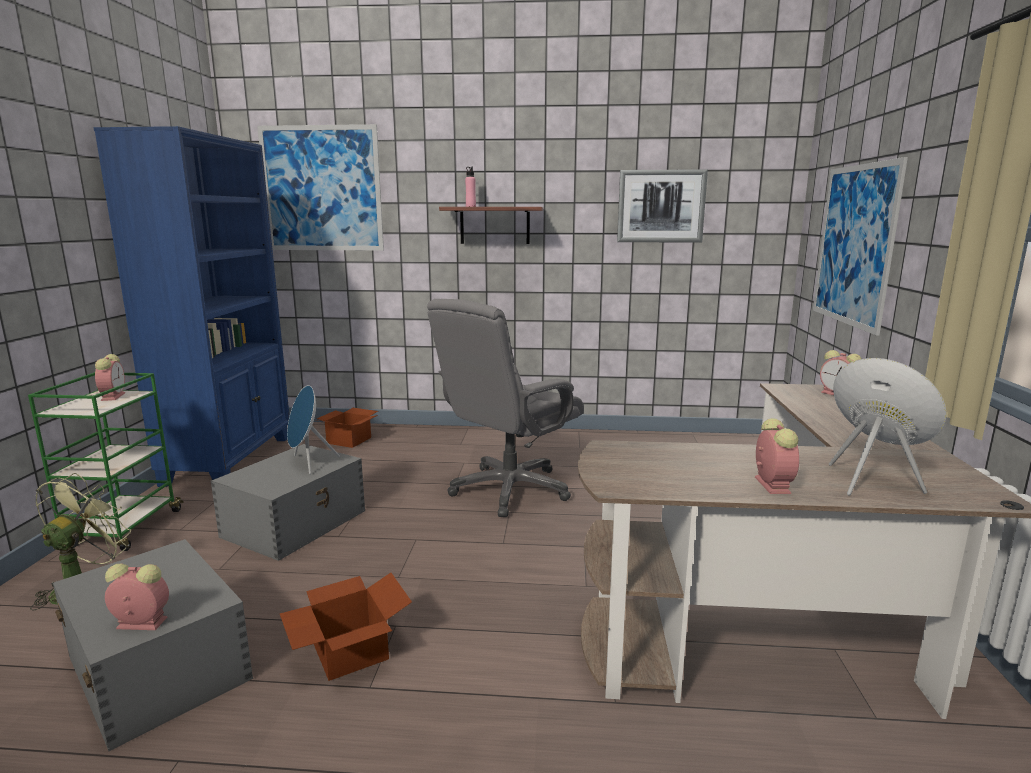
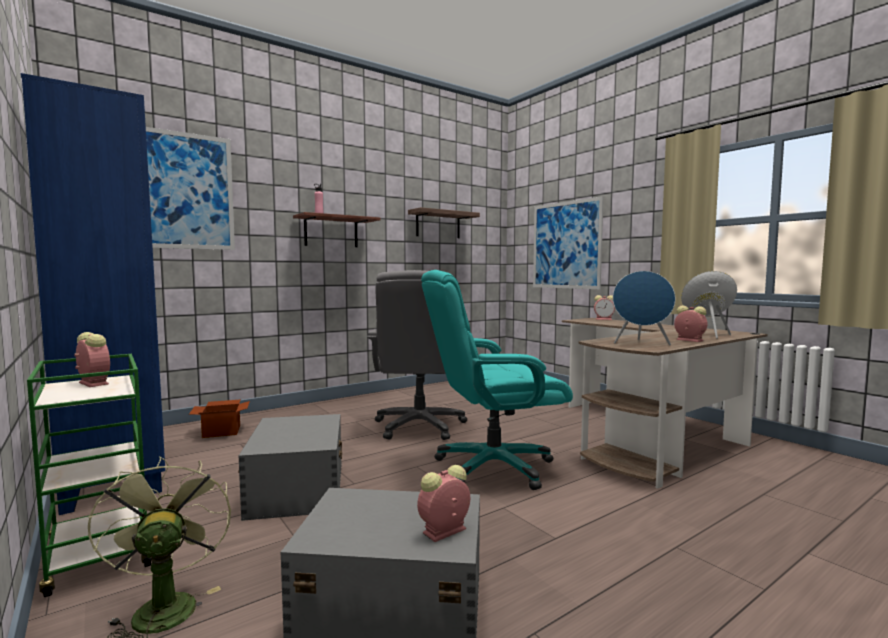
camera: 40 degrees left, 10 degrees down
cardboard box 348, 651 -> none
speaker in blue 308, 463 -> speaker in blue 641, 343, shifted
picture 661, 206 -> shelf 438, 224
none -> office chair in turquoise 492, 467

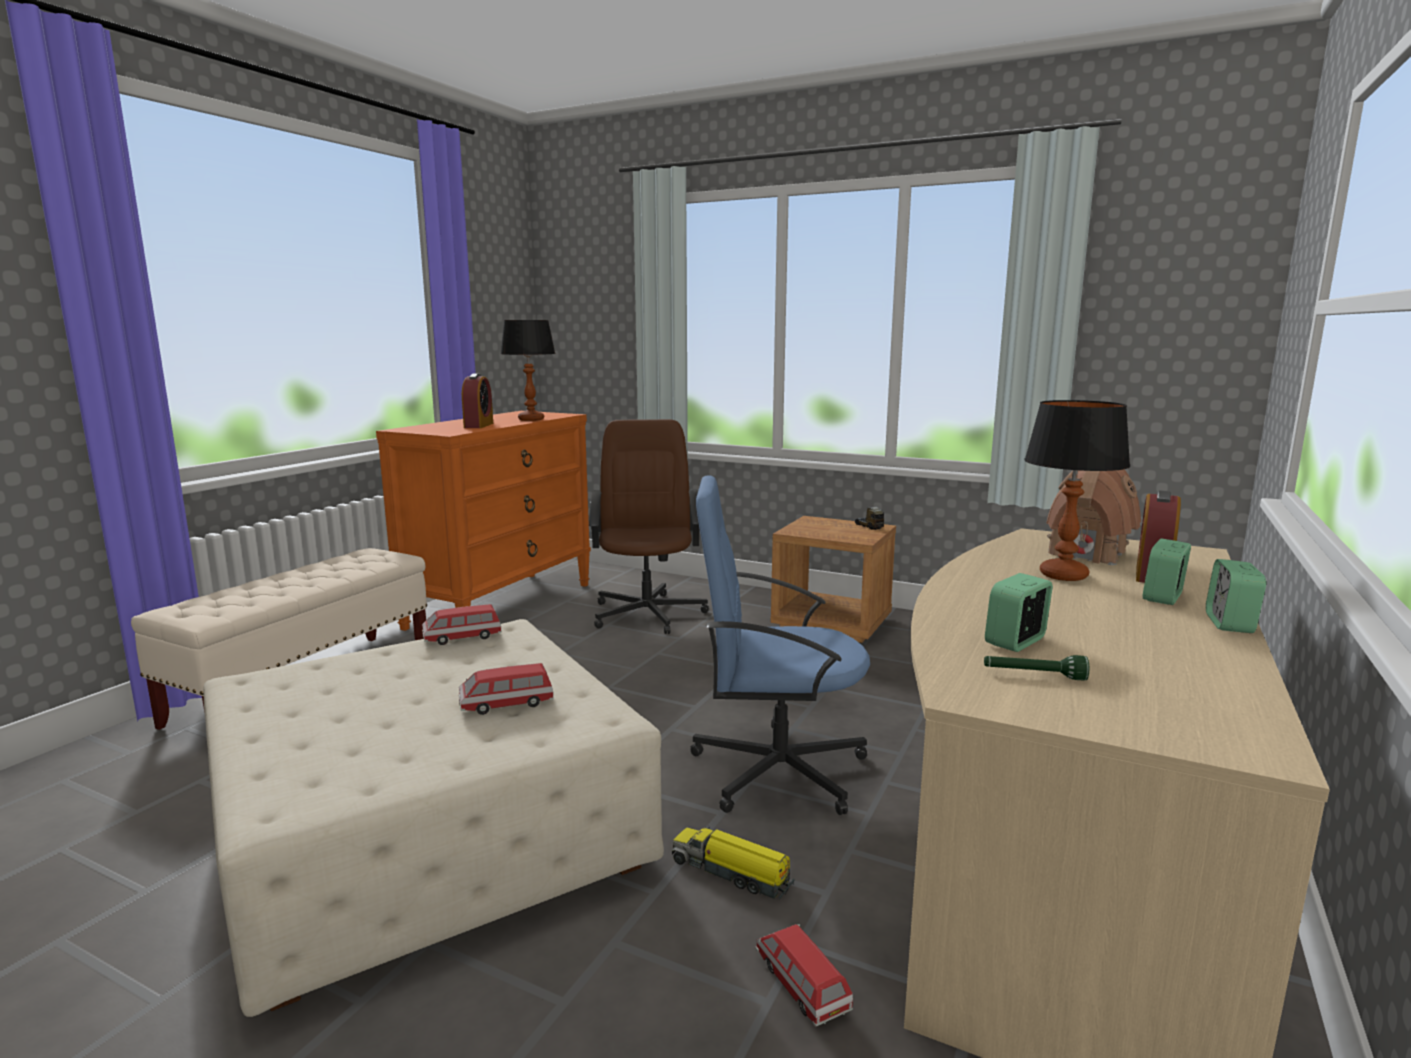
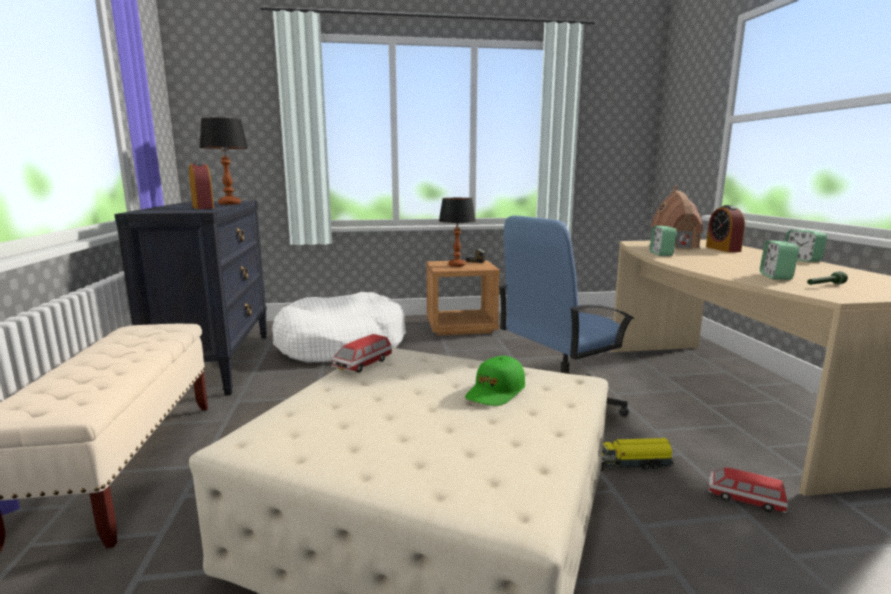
camera: 35 degrees left, 0 degrees up
dresser in orange 501, 605 -> dresser in black 216, 363
toy car 506, 704 -> cap in green 495, 392
office chair in brown 648, 613 -> dog bed in white 341, 344
table lamp 1063, 575 -> table lamp 456, 265, shifted
alarm clock 1163, 597 -> alarm clock 661, 254, shifted

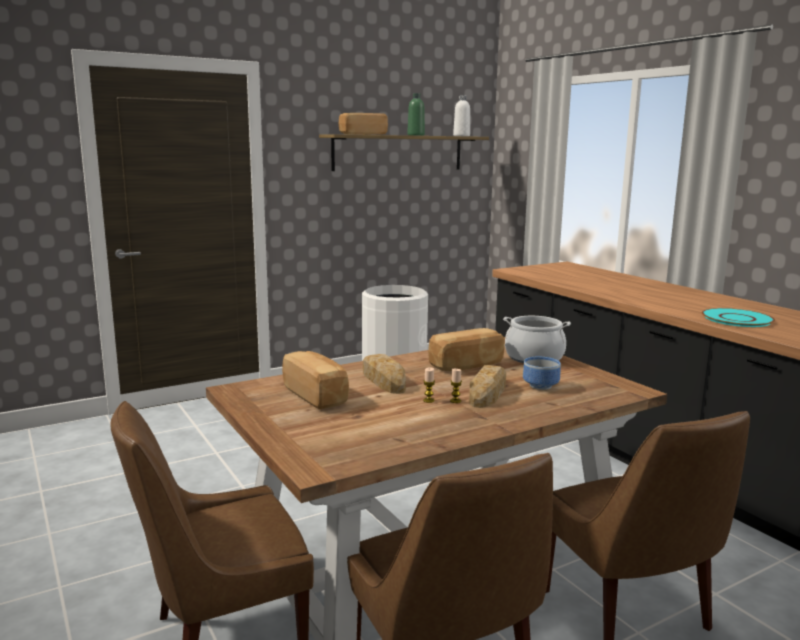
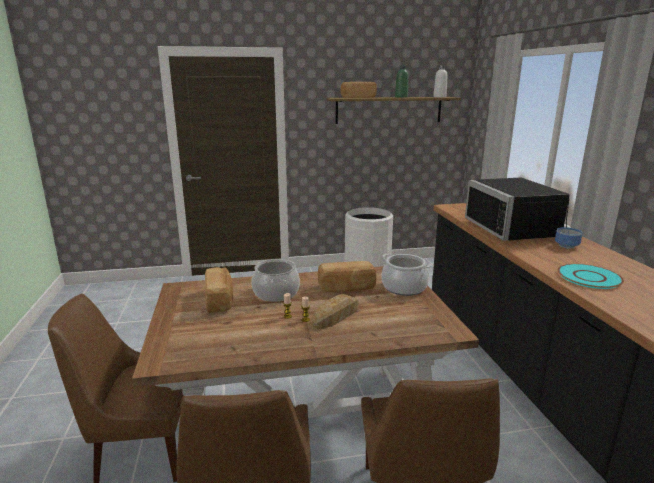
camera: 20 degrees right, 5 degrees up
bread 383, 380 -> cooking pot 275, 293
bowl 540, 385 -> bowl 566, 245, shifted
none -> microwave in black 516, 229

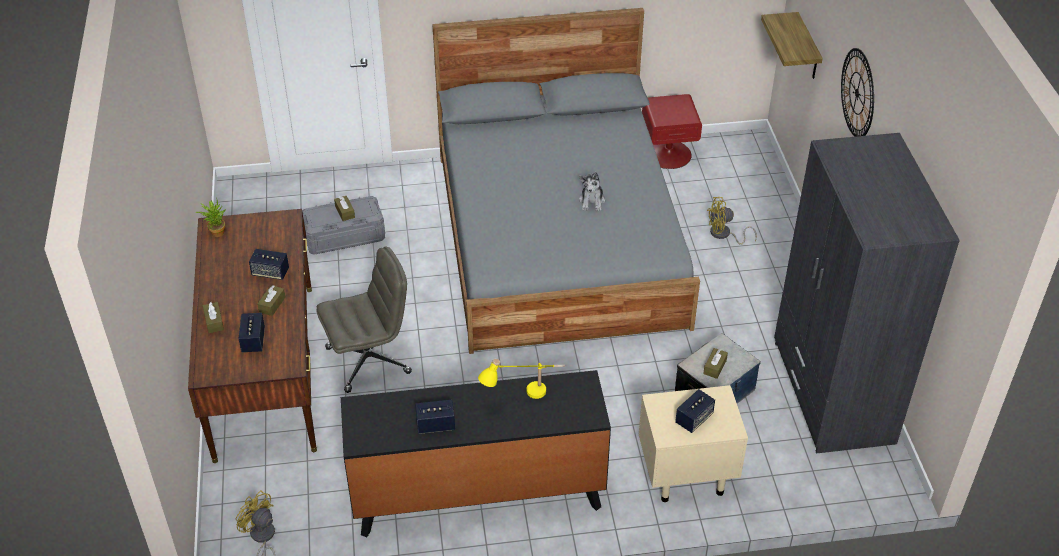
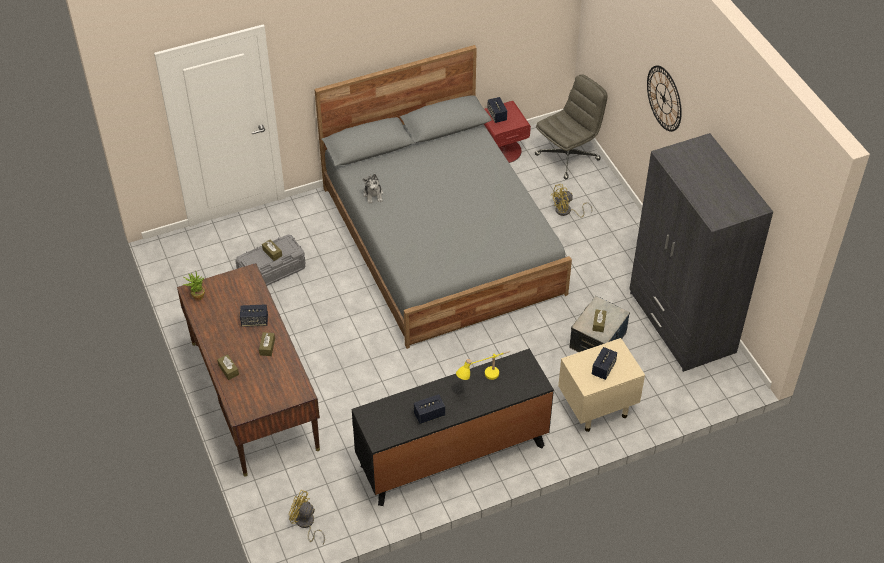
camera: 15 degrees left, 5 degrees up
speaker 253, 341 -> speaker 497, 115, shifted
office chair in grey 369, 360 -> office chair in grey 568, 156, shifted
plush toy 592, 201 -> plush toy 373, 195, shifted
shelf 807, 48 -> none

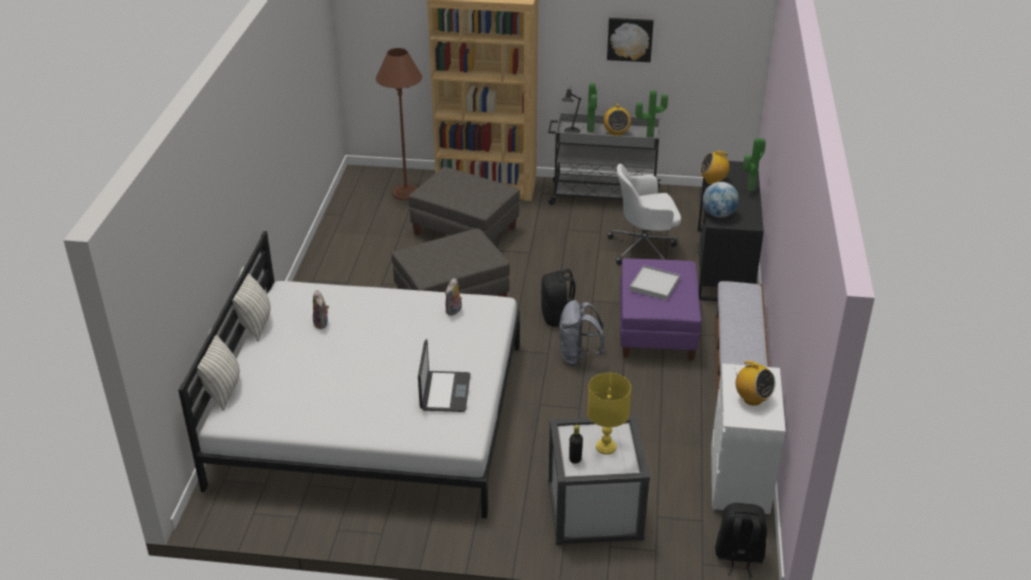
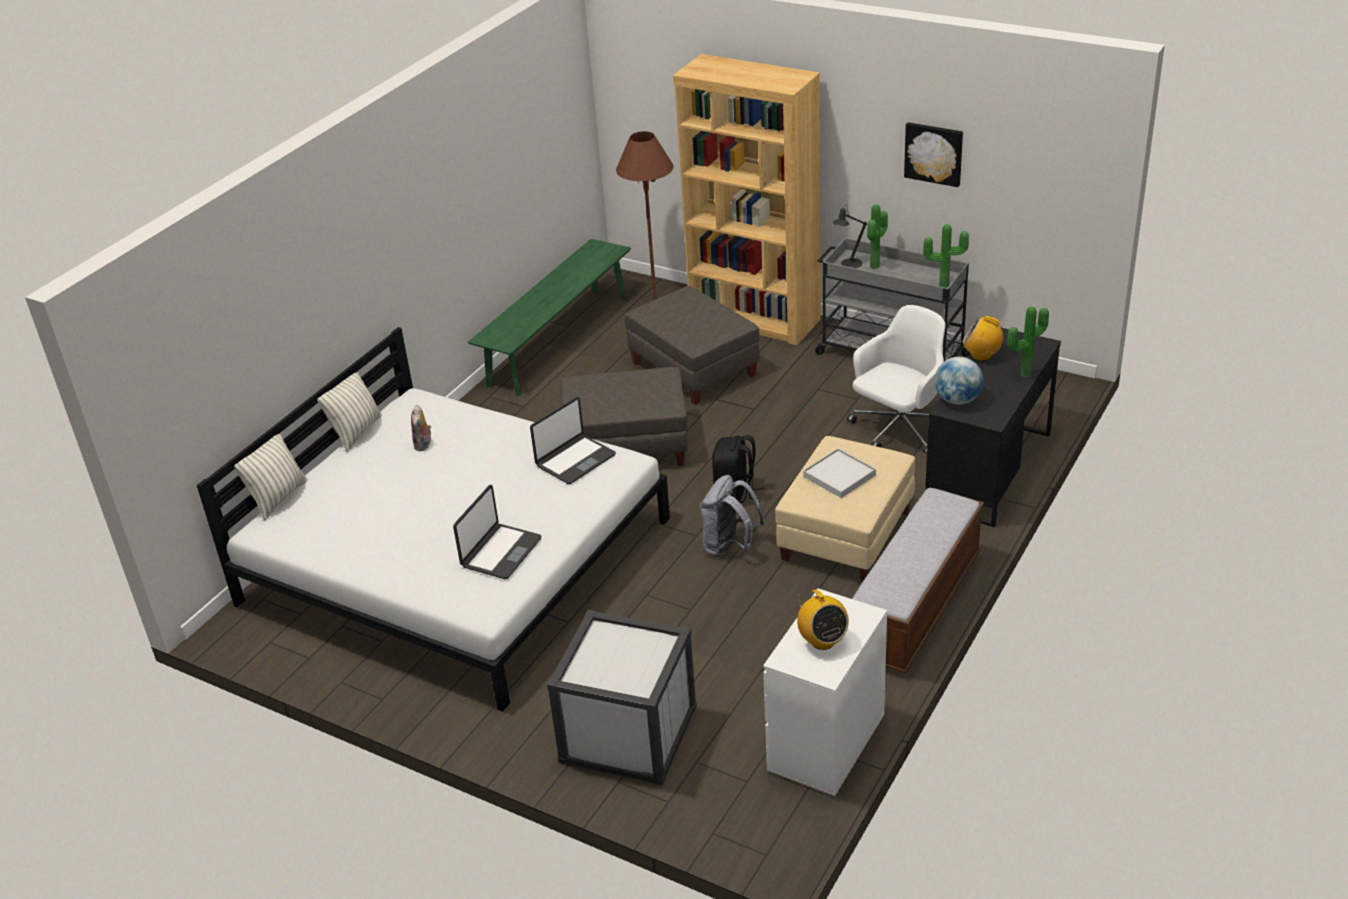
camera: 25 degrees right, 0 degrees up
plush toy 454, 311 -> laptop 575, 460
bottle in black 575, 459 -> none
table lamp in yellow 605, 447 -> none
radio 616, 133 -> none
office chair in white 644, 249 -> office chair in white 899, 430, 120 degrees clockwise
ottoman in purple 656, 330 -> ottoman in beige 846, 536
backpack in black 738, 556 -> none
none -> bench in green 558, 340

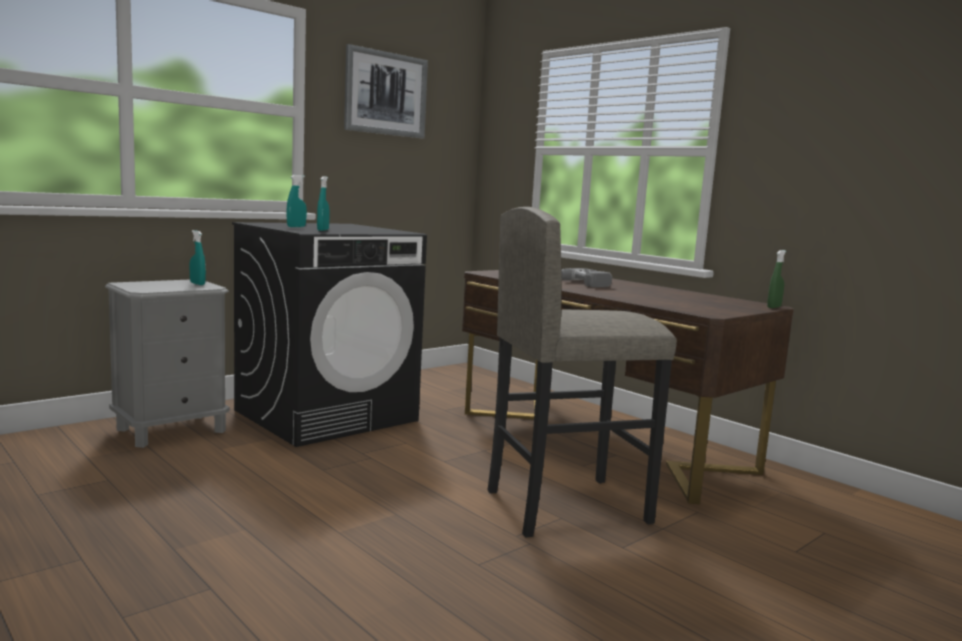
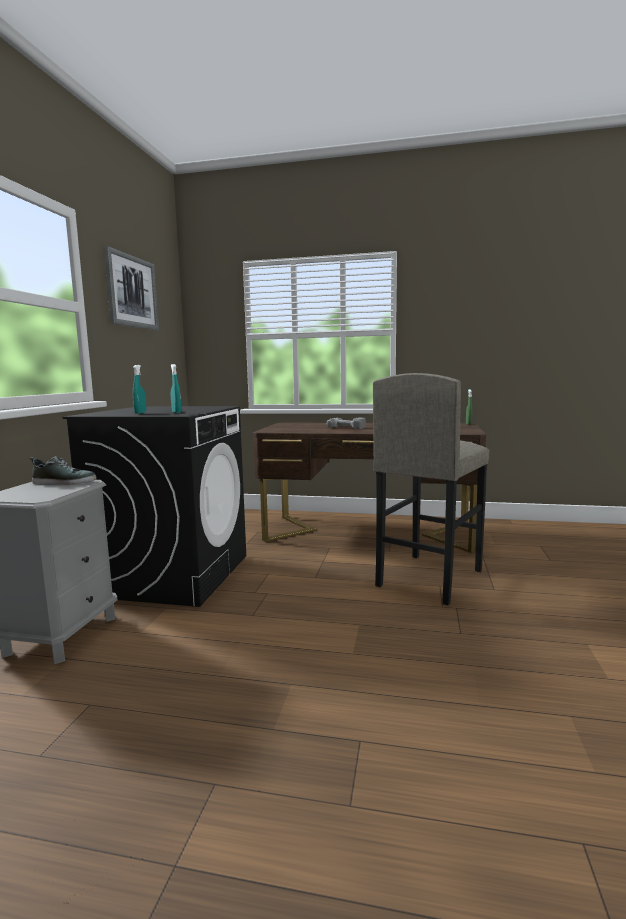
camera: 35 degrees left, 0 degrees up
spray bottle in turquoise 197, 284 -> shoe 65, 482

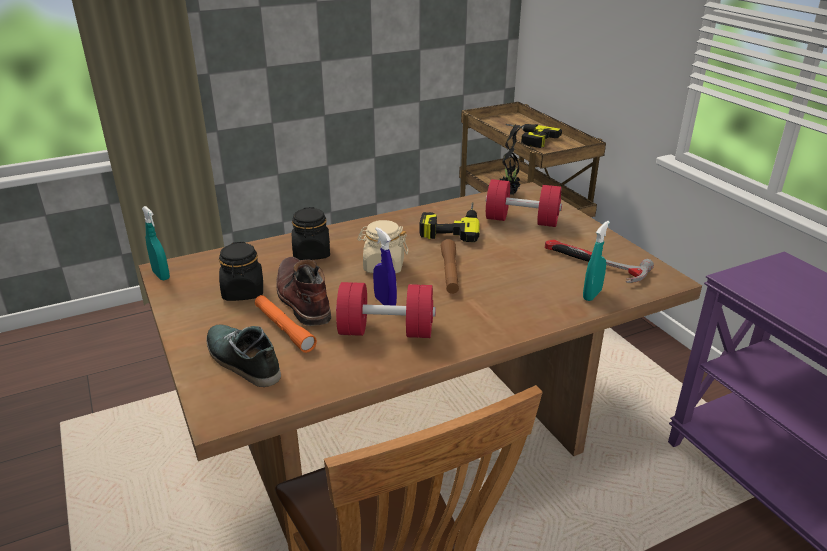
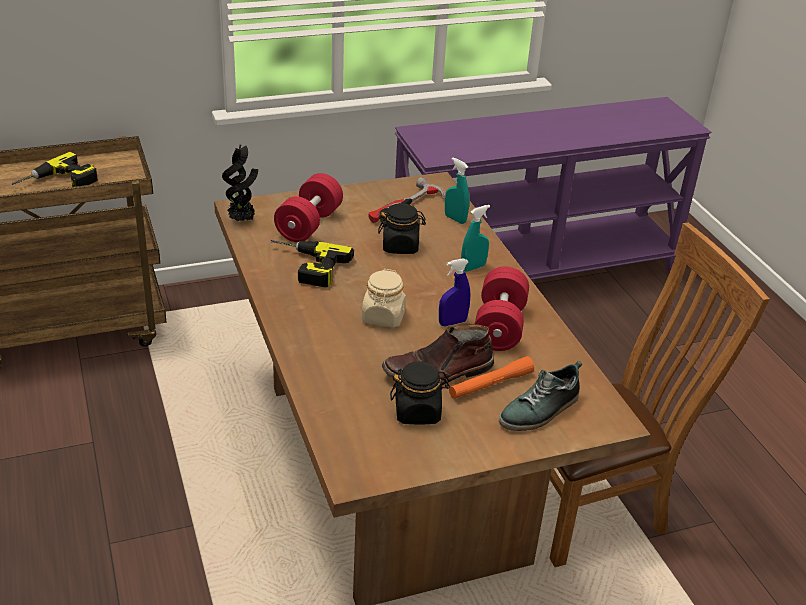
camera: 85 degrees left, 5 degrees up
spray bottle in turquoise 161, 275 -> spray bottle in turquoise 473, 267, shifted
jar in black 312, 253 -> jar in black 400, 246, shifted
flashlight in brown 450, 272 -> none

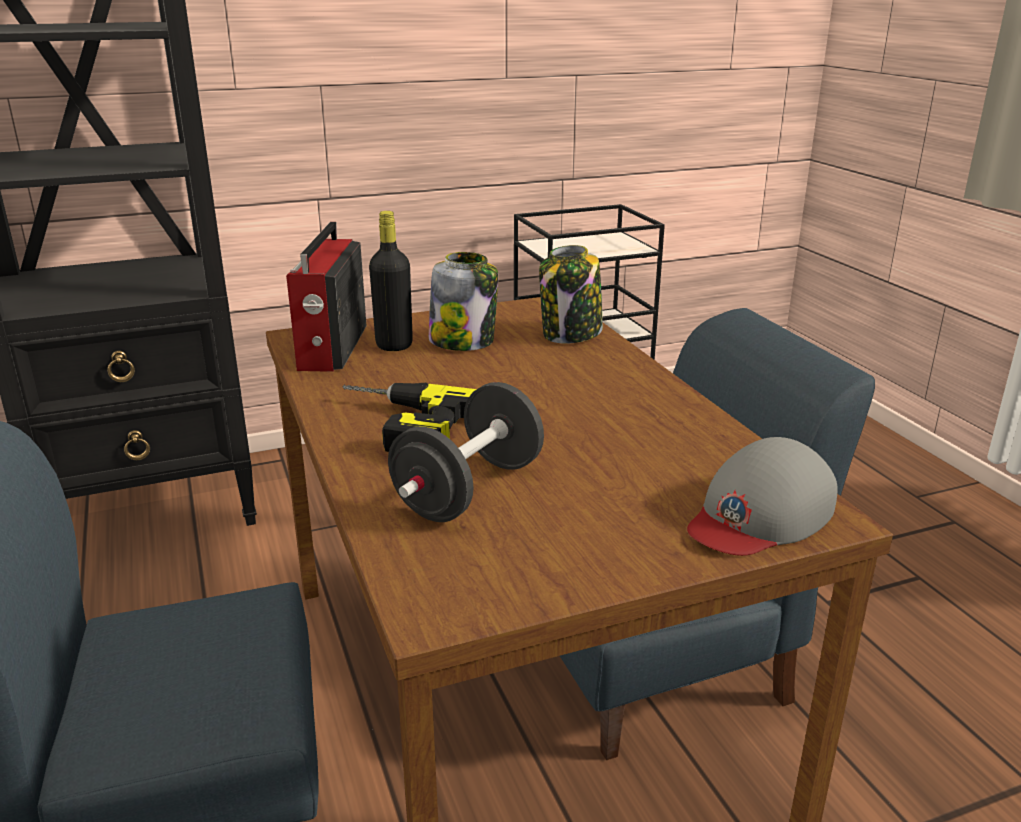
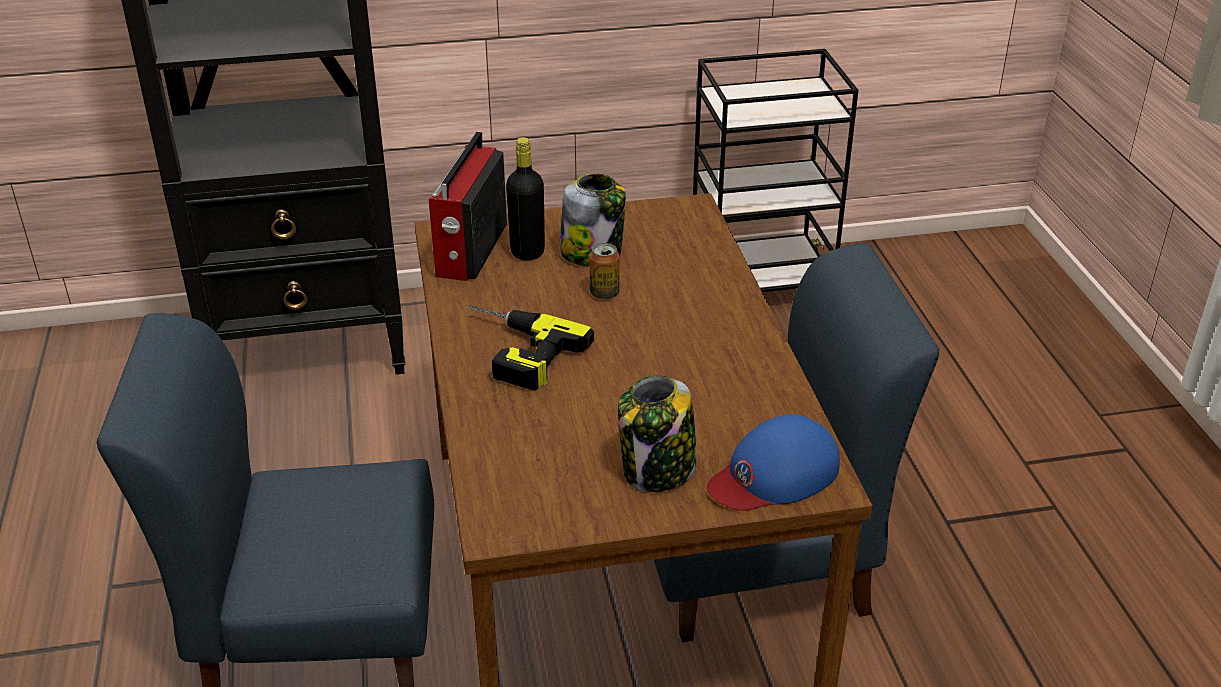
camera: 10 degrees right, 10 degrees up
dumbbell in black 469, 490 -> none
jar 571, 334 -> jar 658, 470, shifted
cap in grey 760, 514 -> cap in blue 774, 474
none -> can 604, 293

